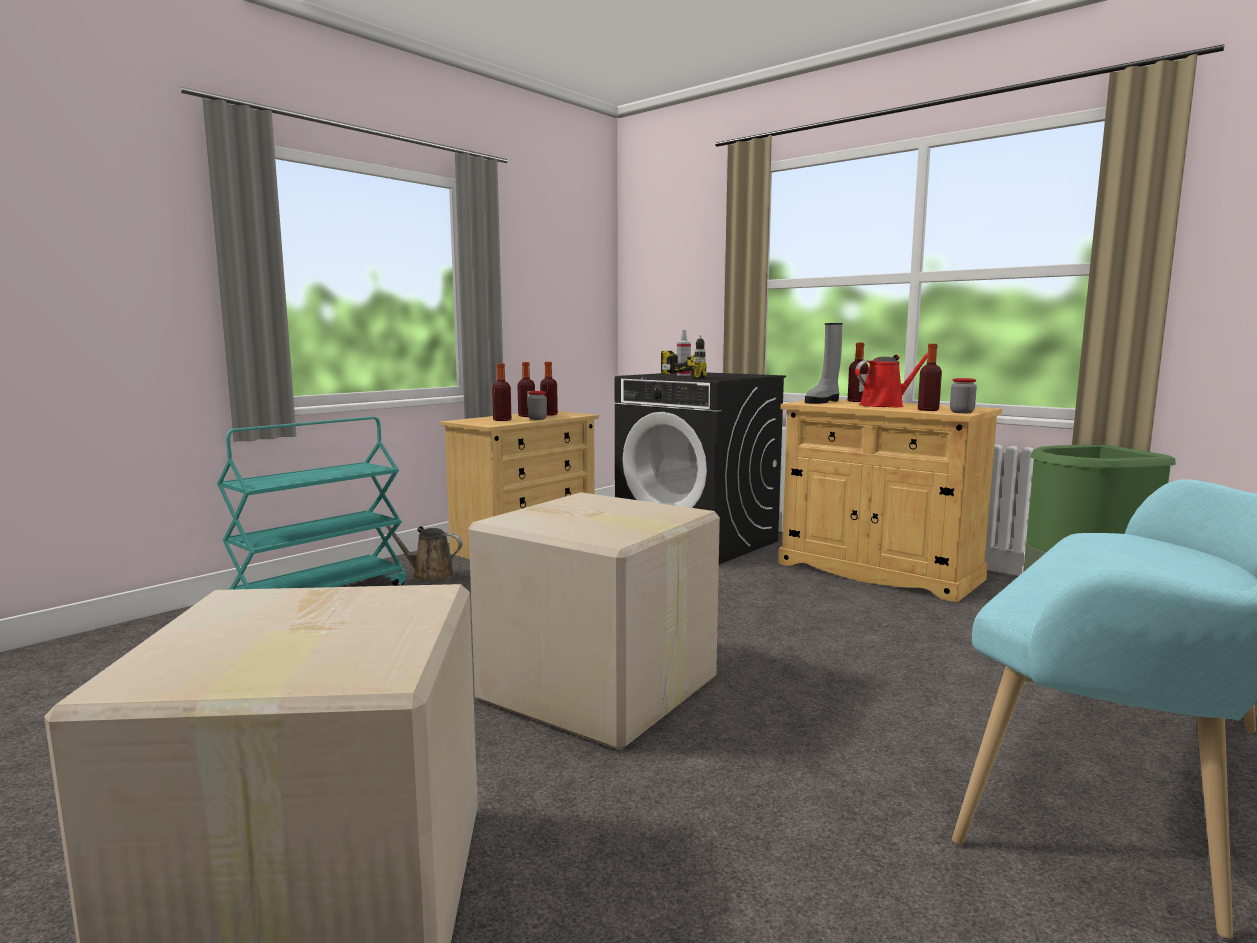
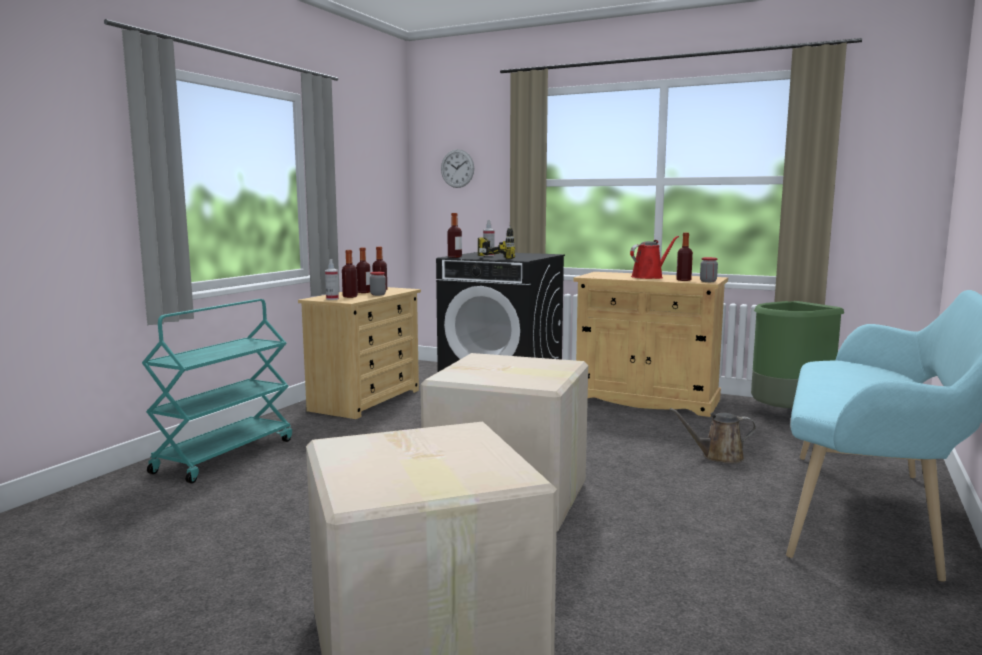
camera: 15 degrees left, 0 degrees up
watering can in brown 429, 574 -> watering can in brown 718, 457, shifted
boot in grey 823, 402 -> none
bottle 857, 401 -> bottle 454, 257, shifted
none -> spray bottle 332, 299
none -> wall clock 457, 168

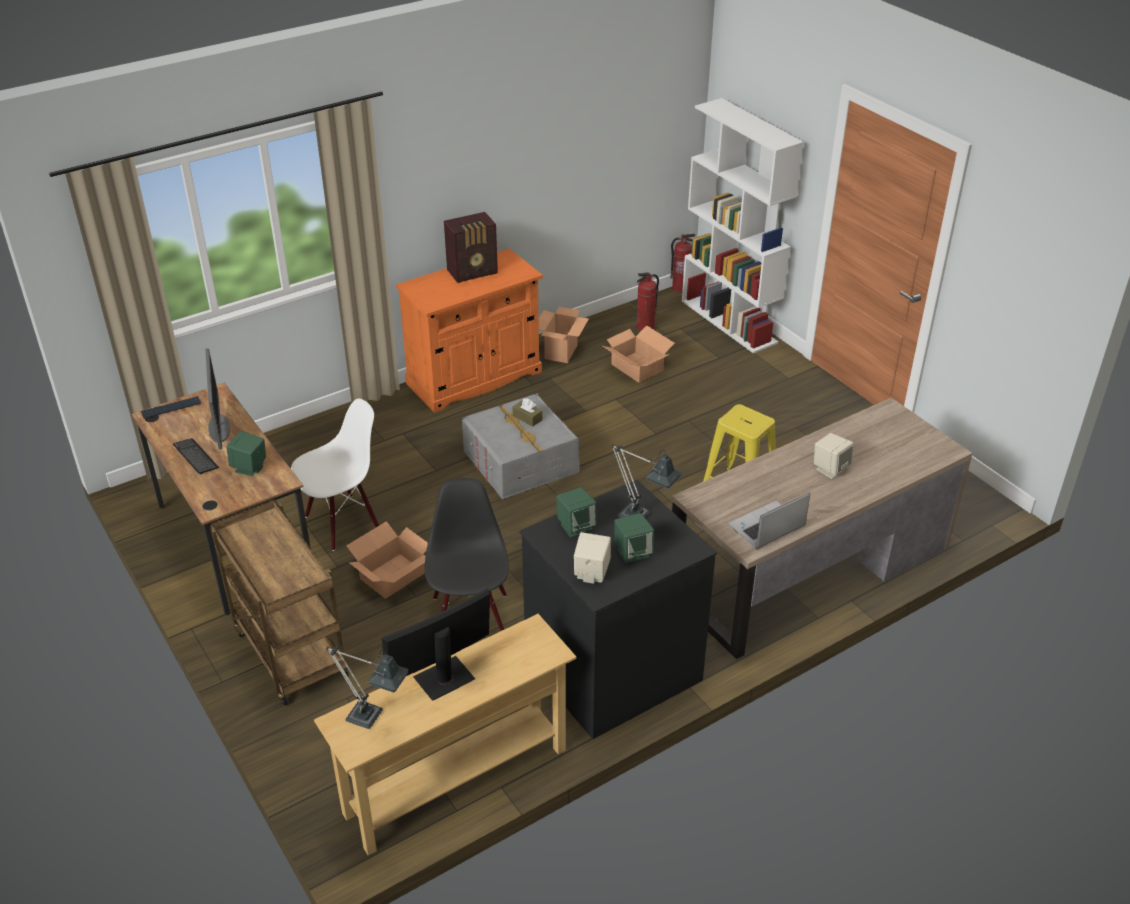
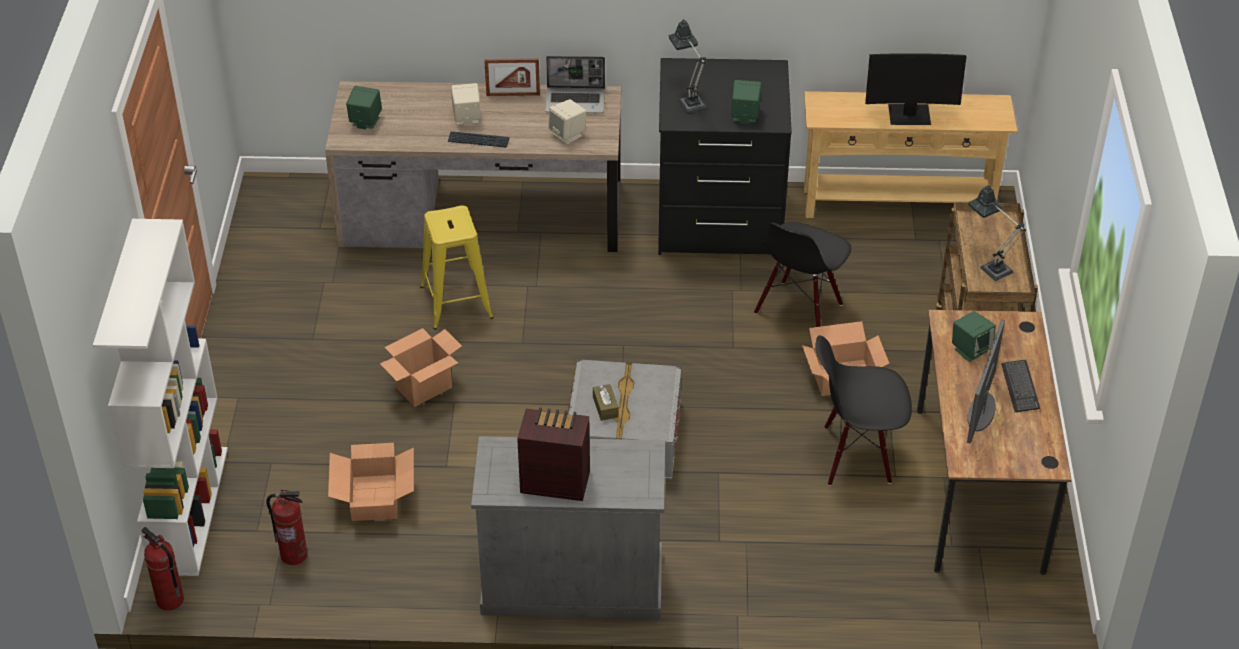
camera: 145 degrees left, 5 degrees up
keyboard 171, 408 -> keyboard 478, 140, shifted
chair in white 343, 523 -> chair in black 856, 456
table lamp 372, 718 -> table lamp 991, 267, shifted
cabinet in orange 474, 378 -> cabinet in grey 572, 583
cardboard box 561, 351 -> cardboard box 424, 388, shifted
speaker in beige 591, 573 -> speaker in beige 568, 135, shifted
speaker in green 633, 552 -> speaker in green 365, 121, shifted
none -> picture frame 513, 95

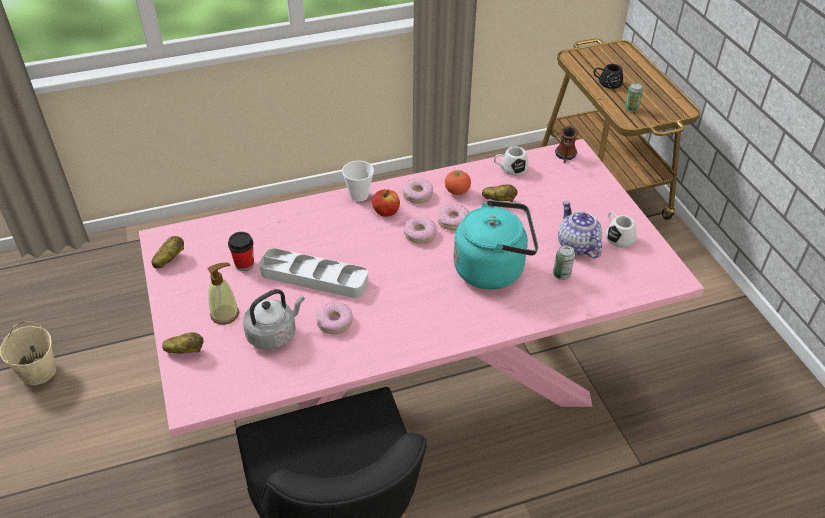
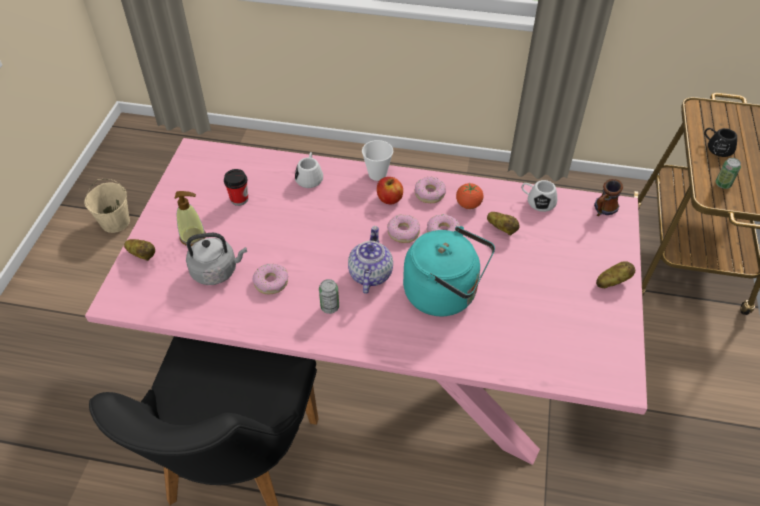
camera: 30 degrees right, 5 degrees up
potato 169, 259 -> potato 612, 281, shifted
tray in grey 314, 277 -> none
can 561, 274 -> can 330, 307, shifted
teapot 576, 245 -> teapot 370, 274, shifted
mug in white 617, 236 -> mug in white 309, 176, shifted

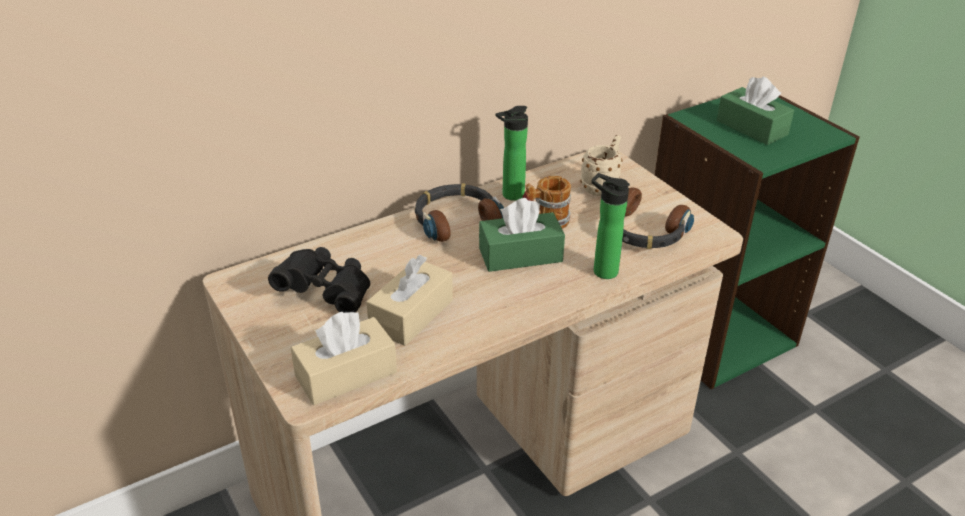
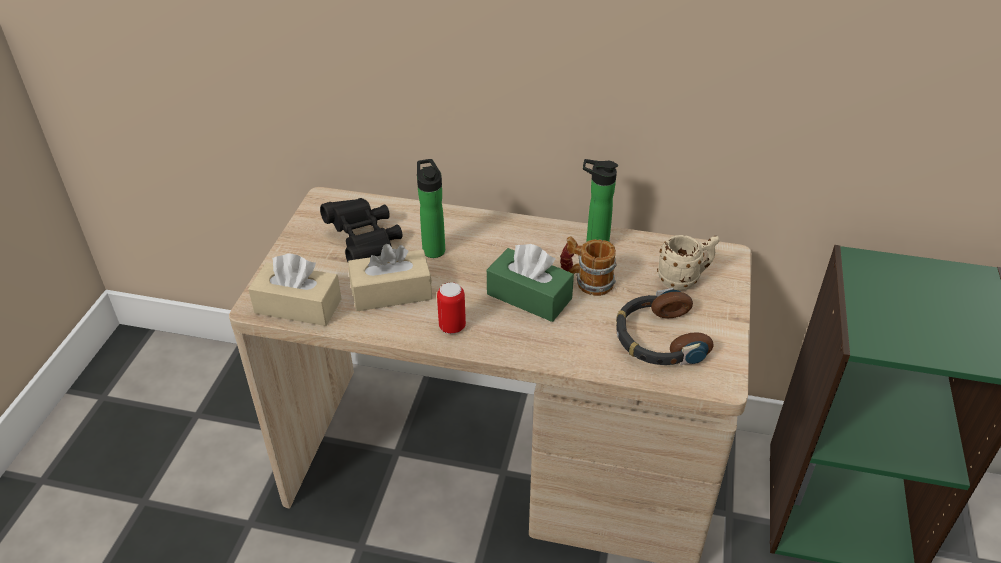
camera: 45 degrees right, 5 degrees up
headphones 456, 220 -> none
bottle 601, 270 -> bottle 433, 248, shifted
tissue box in green 751, 127 -> none
none -> can 452, 327

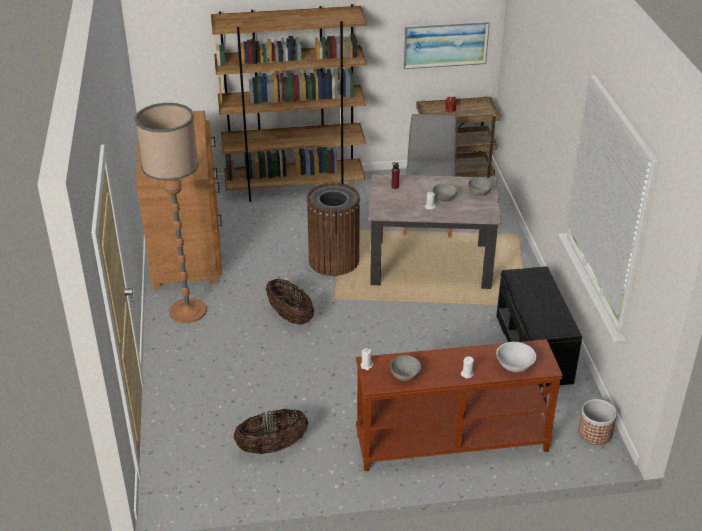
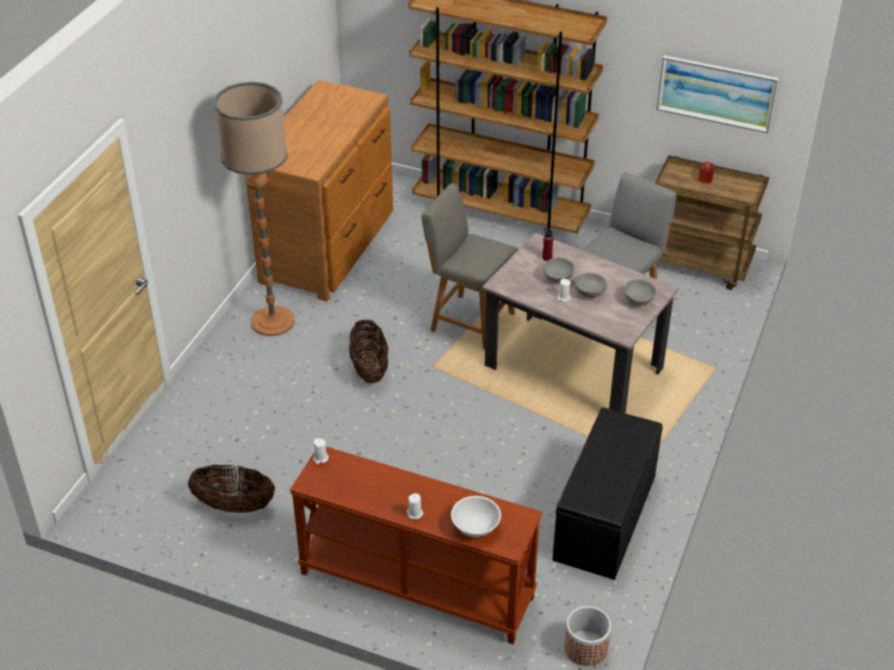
camera: 30 degrees right, 5 degrees up
trash can in brown 333, 261 -> chair in grey 469, 321
bowl in grey 405, 376 -> bowl in grey 558, 279, shifted

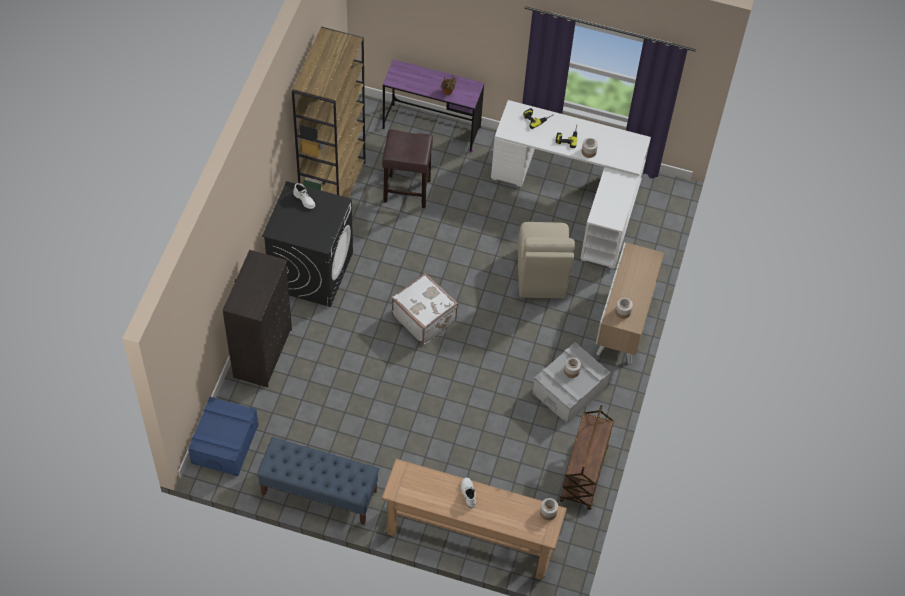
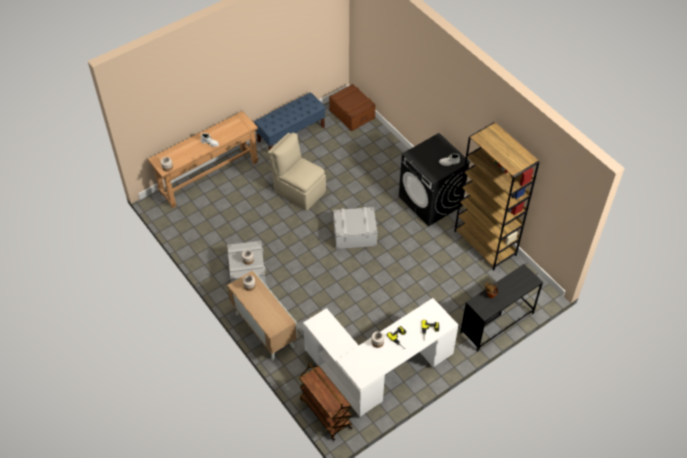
camera: 130 degrees right, 5 degrees down
storage box in blue 225, 443 -> storage box in brown 352, 114
dresser in black 263, 353 -> none
stool in brown 406, 191 -> none
desk in purple 432, 128 -> desk in black 497, 323
suitcase in white 424, 317 -> storage box in grey 355, 234
chair in beige 541, 275 -> chair in beige 299, 191, shifted
cart in brown 584, 475 -> cart in brown 325, 413, shifted

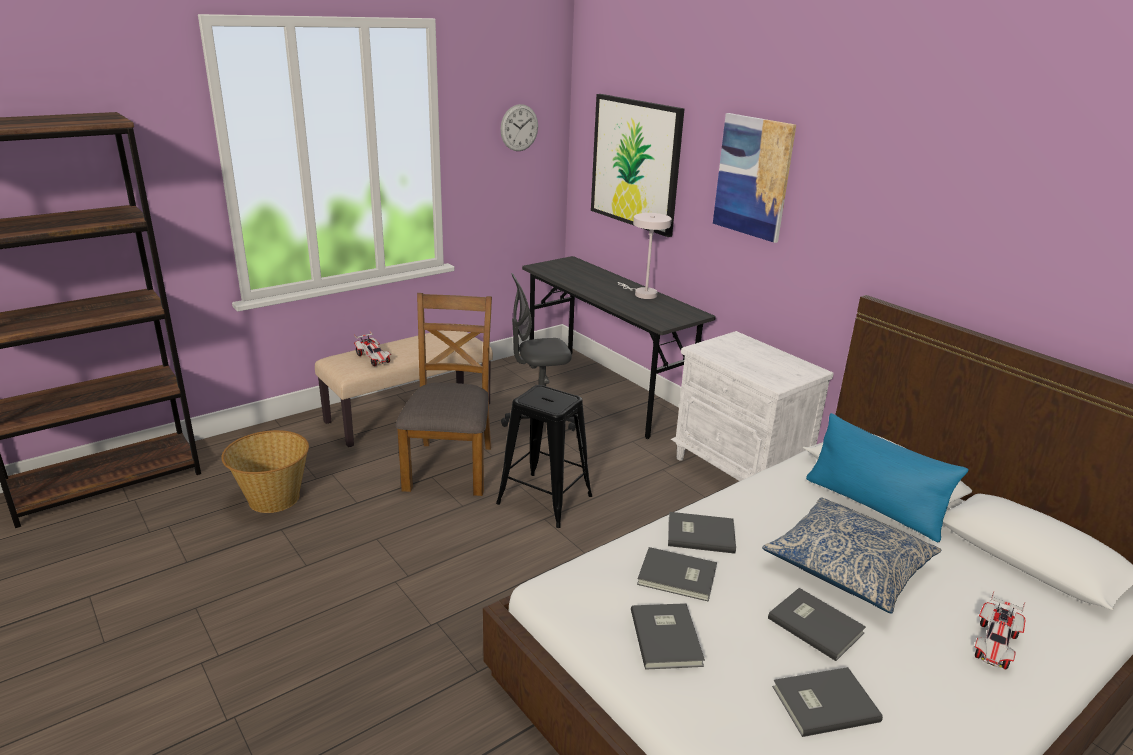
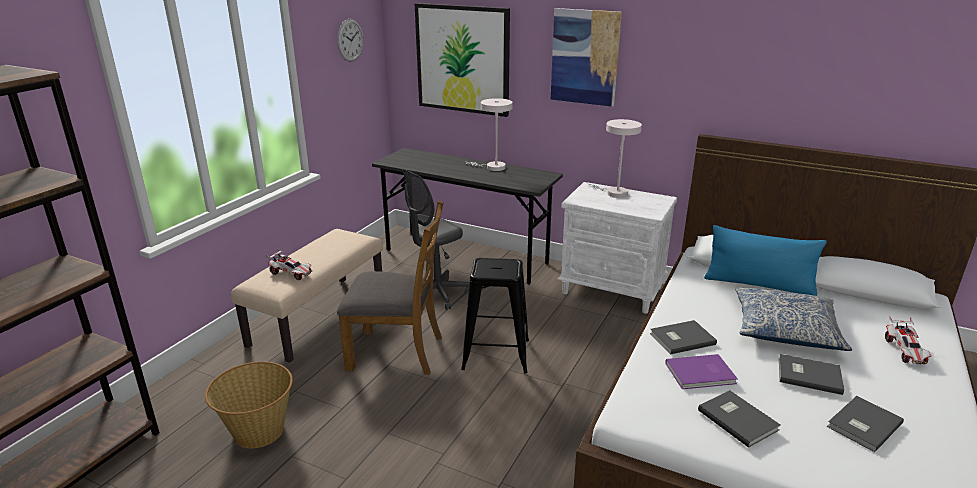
camera: 25 degrees left, 0 degrees up
chair in brown 450, 467 -> chair in brown 397, 352, 120 degrees clockwise
book in grey 678, 577 -> book in purple 701, 374
none -> table lamp in white 613, 193

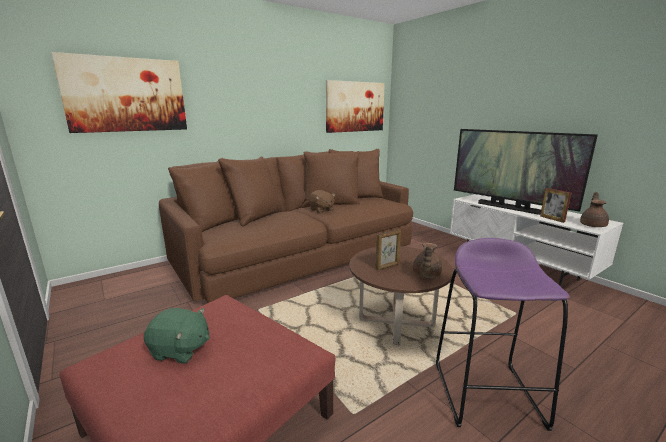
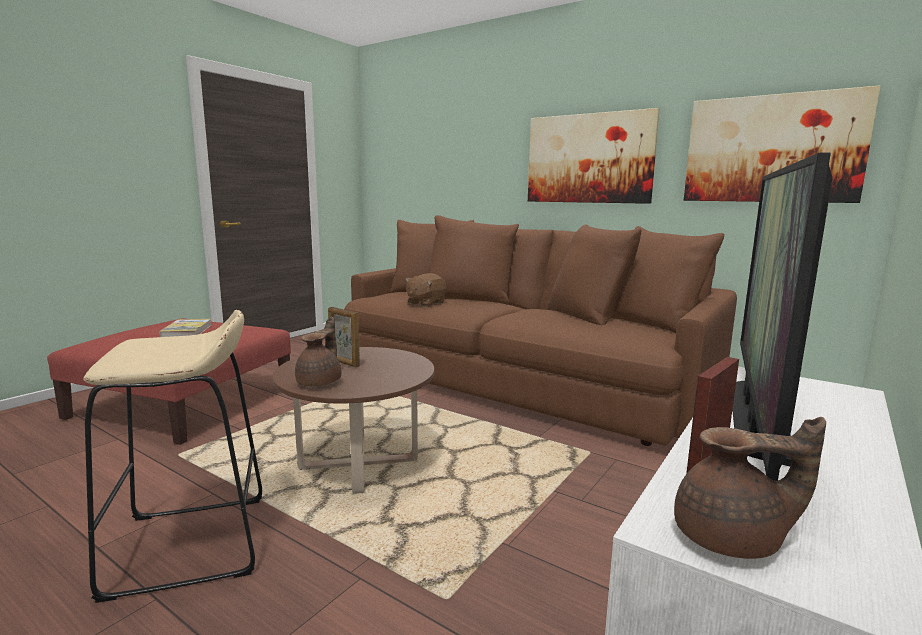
camera: 70 degrees right, 5 degrees down
picture 126, 95 -> picture 589, 159, shifted
plush toy in green 180, 350 -> book 187, 331
plush toy in brown 321, 210 -> plush toy in brown 425, 303, shifted
teapot in brown 425, 275 -> teapot in brown 321, 382, 105 degrees clockwise
stool in purple 487, 393 -> stool in beige 190, 544

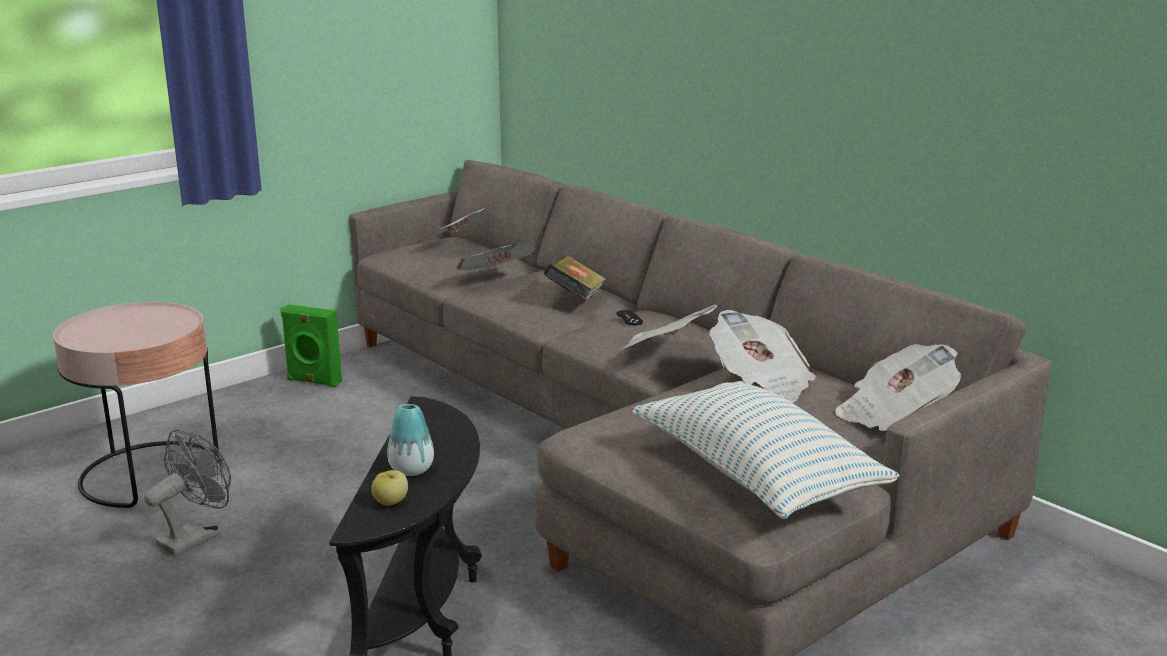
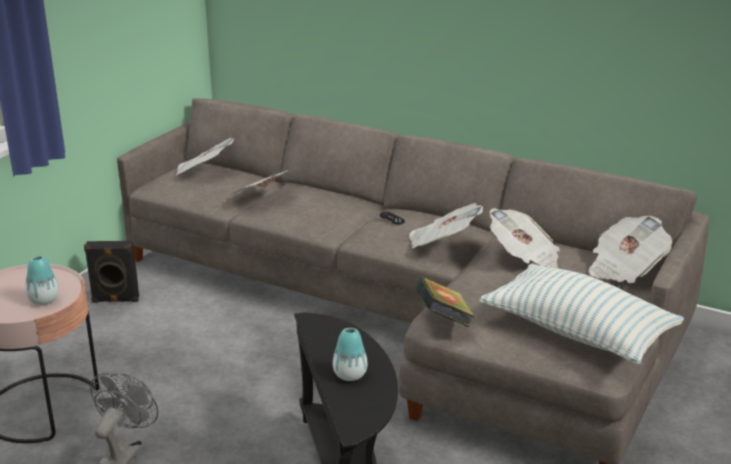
camera: 20 degrees left, 5 degrees up
speaker in green 313, 381 -> speaker in black 115, 300
apple 390, 502 -> none
book 575, 299 -> book 443, 320, shifted
none -> vase 44, 300

